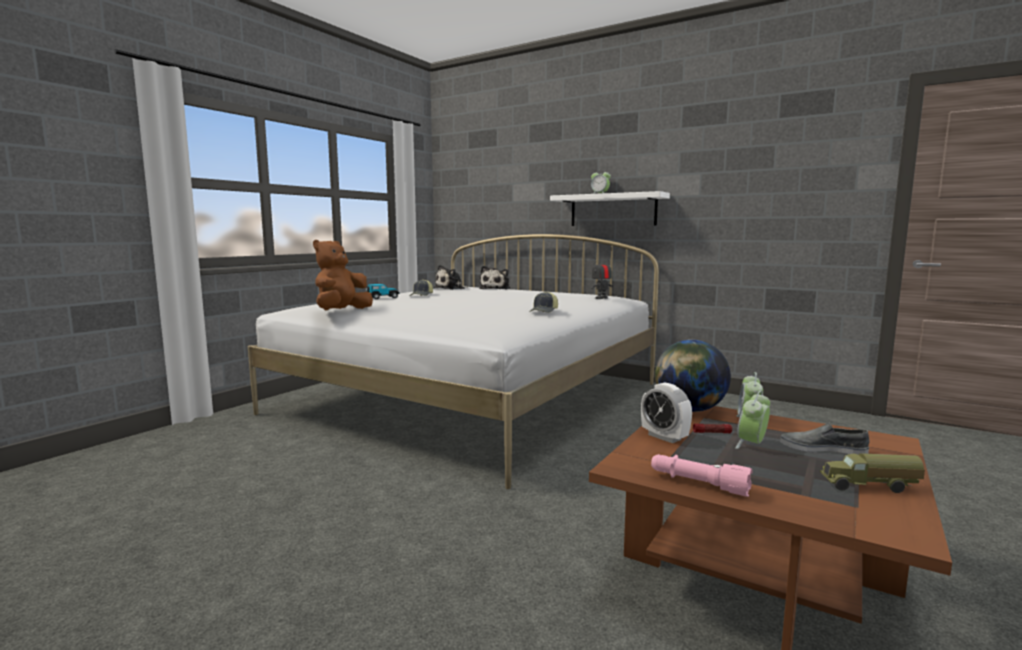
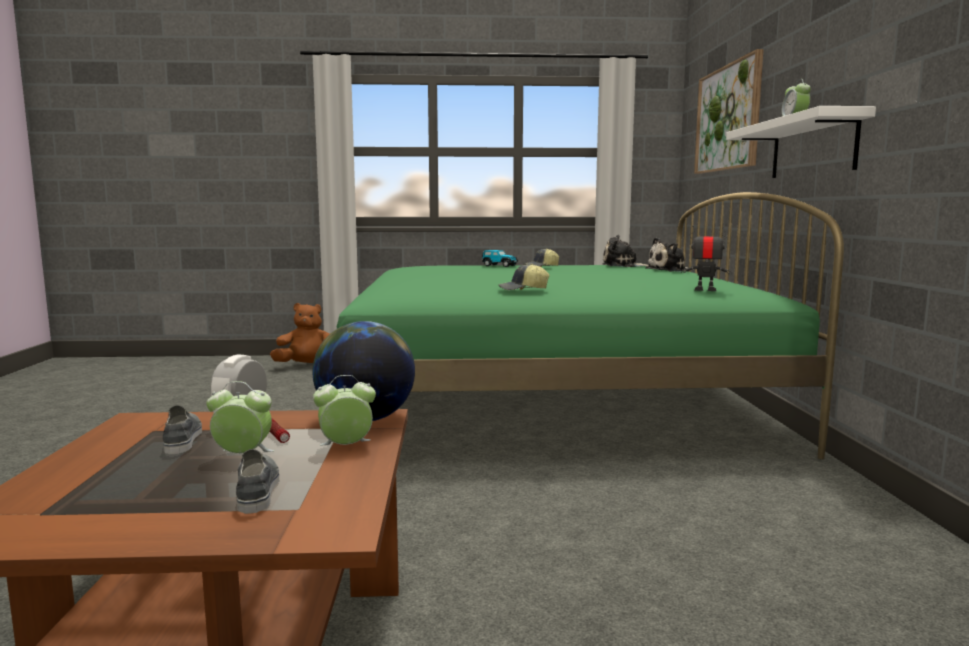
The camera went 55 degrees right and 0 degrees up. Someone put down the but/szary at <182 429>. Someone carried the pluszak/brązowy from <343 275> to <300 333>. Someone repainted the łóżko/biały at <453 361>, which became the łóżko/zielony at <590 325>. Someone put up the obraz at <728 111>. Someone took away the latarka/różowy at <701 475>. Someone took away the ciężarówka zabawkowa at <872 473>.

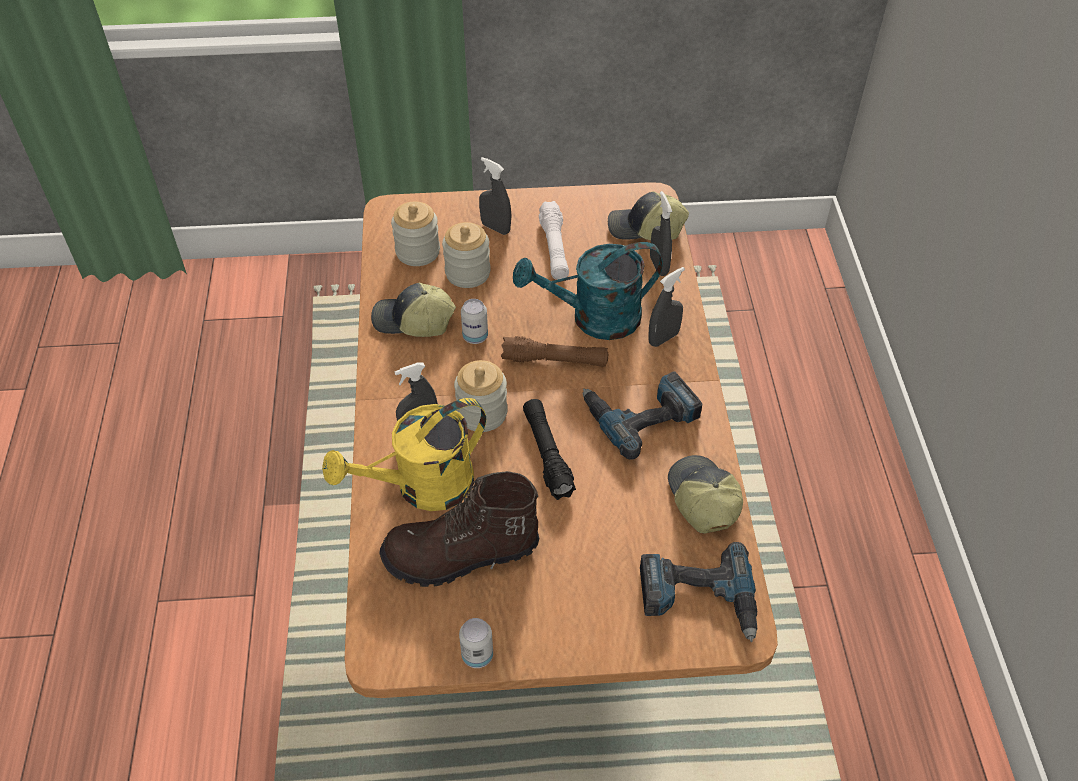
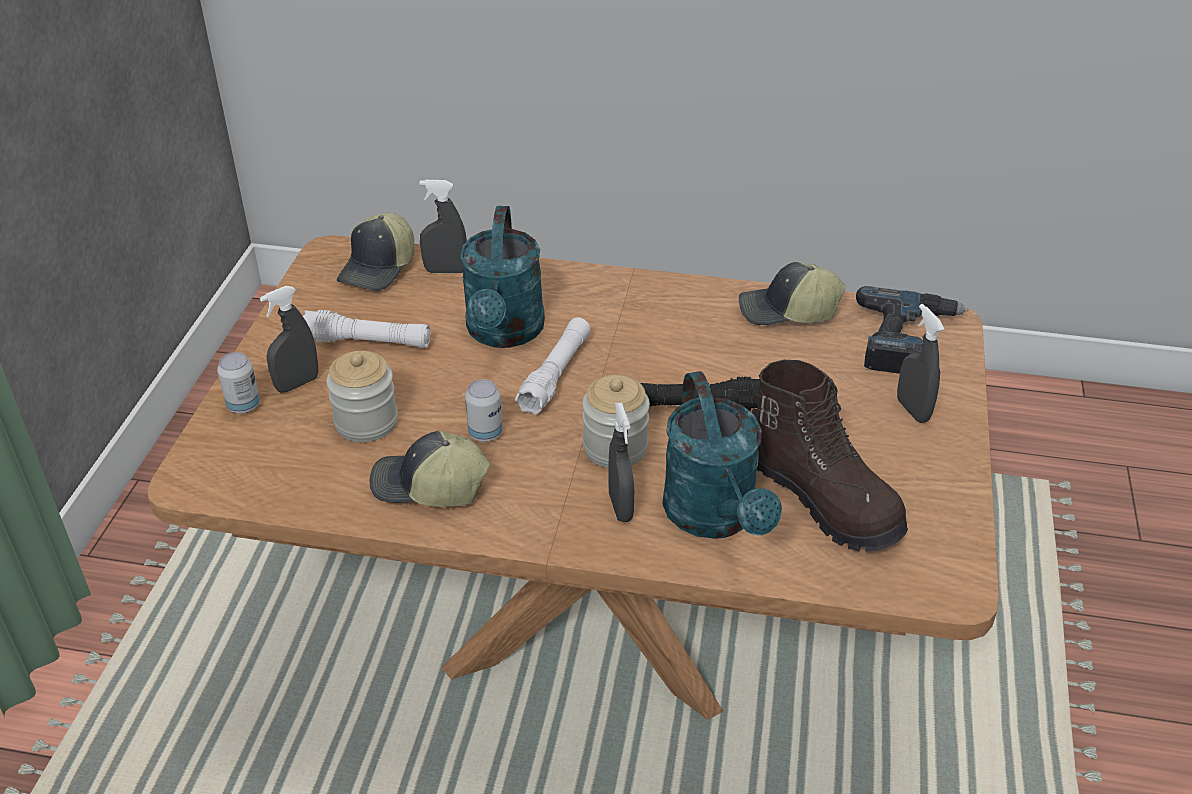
The camera went 75 degrees left and 10 degrees down. Someone carried the puszka from <476 643> to <238 383>. Someone rotated the czapka z daszkiem at <413 310> by 75 degrees clockwise. Someone repainted the latarka/brązowy at <554 351>, which became the latarka/biały at <553 366>. Someone repainted the konewka/żółty at <404 454>, which became the konewka/turkusowy at <722 455>. Someone rotated the but z cholewką/brązowy at <459 529> by 45 degrees counterclockwise. Someone carried the spryskiwacz/szary from <666 307> to <920 363>. Someone took away the słoik at <415 233>. Someone took away the wiertarka at <643 415>.

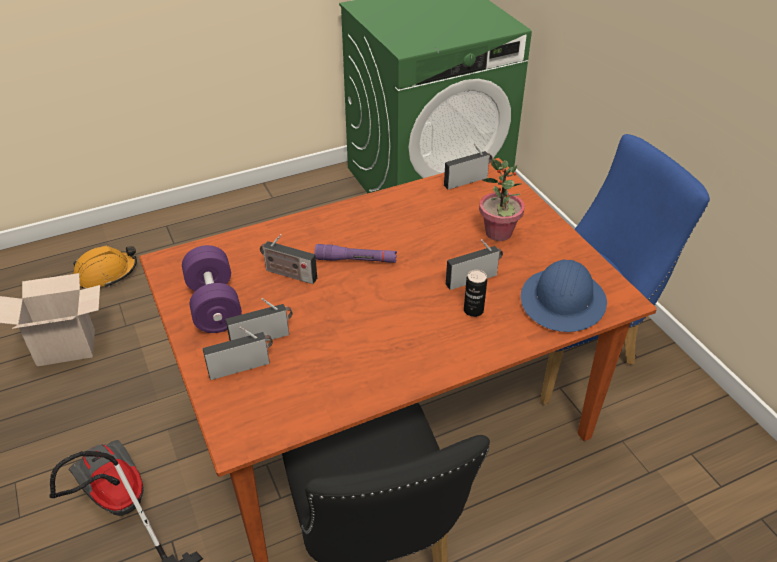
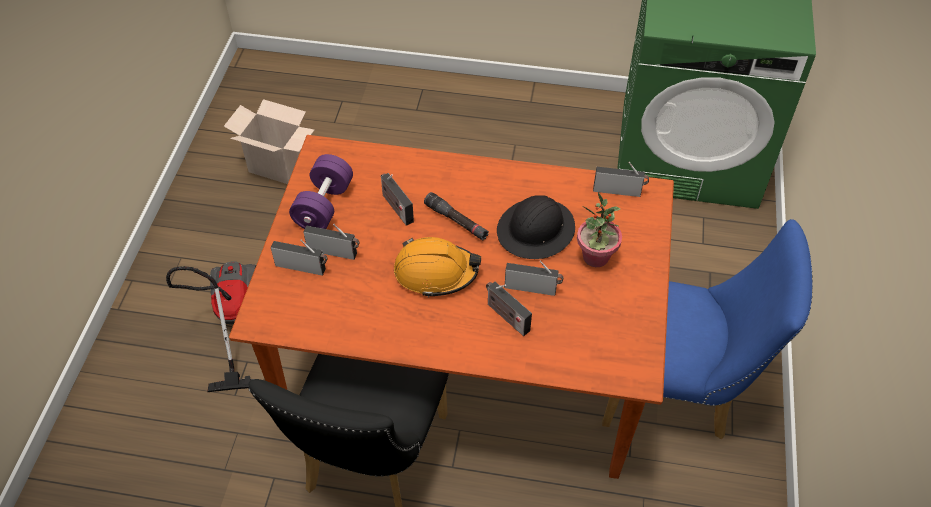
The camera went 35 degrees right and 10 degrees up. Someone carried the kask/pomarańczowy from <105 266> to <437 267>. Someone repainted the latarka/fioletowy at <356 253>, which became the latarka/czarny at <456 216>. Someone swapped the puszka at <475 293> for the radio at <509 309>. Someone put down the kask/czarny at <536 227>. Someone took away the kask/niebieski at <564 295>.

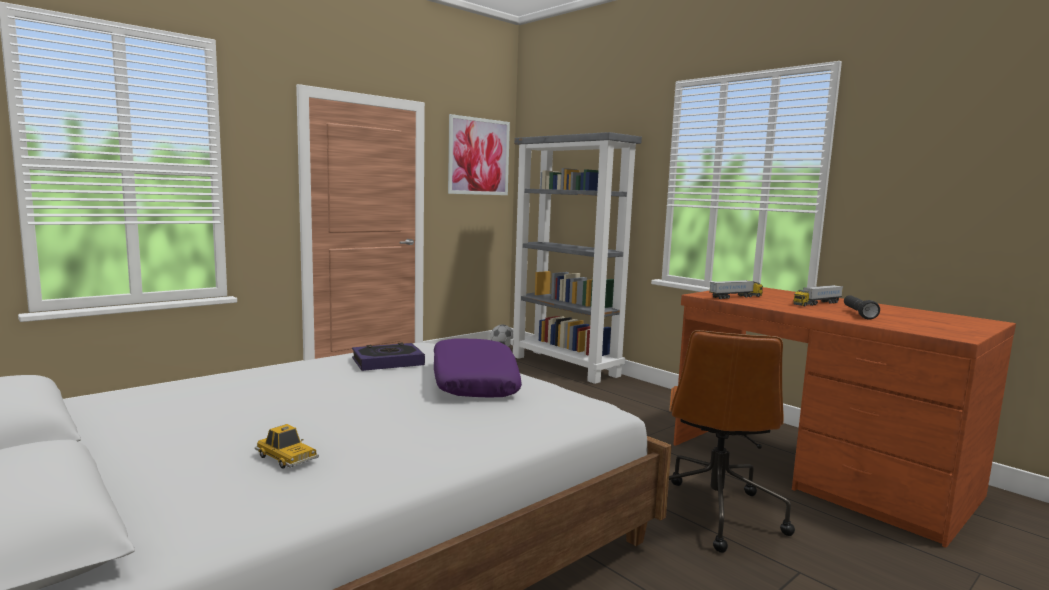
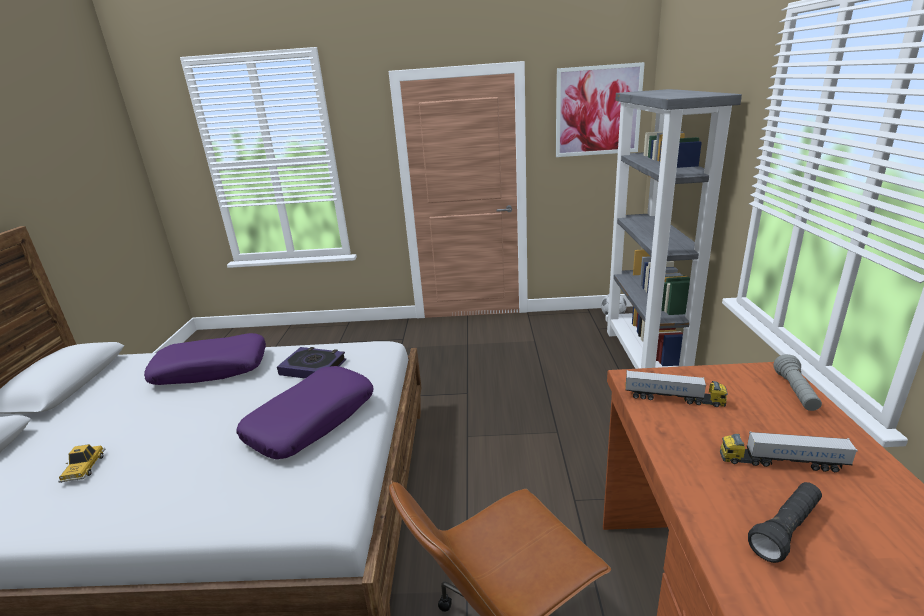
The camera went 45 degrees right and 15 degrees up. Someone put down the poduszka/fioletowy at <205 359>. Someone put down the latarka/szary at <798 382>.

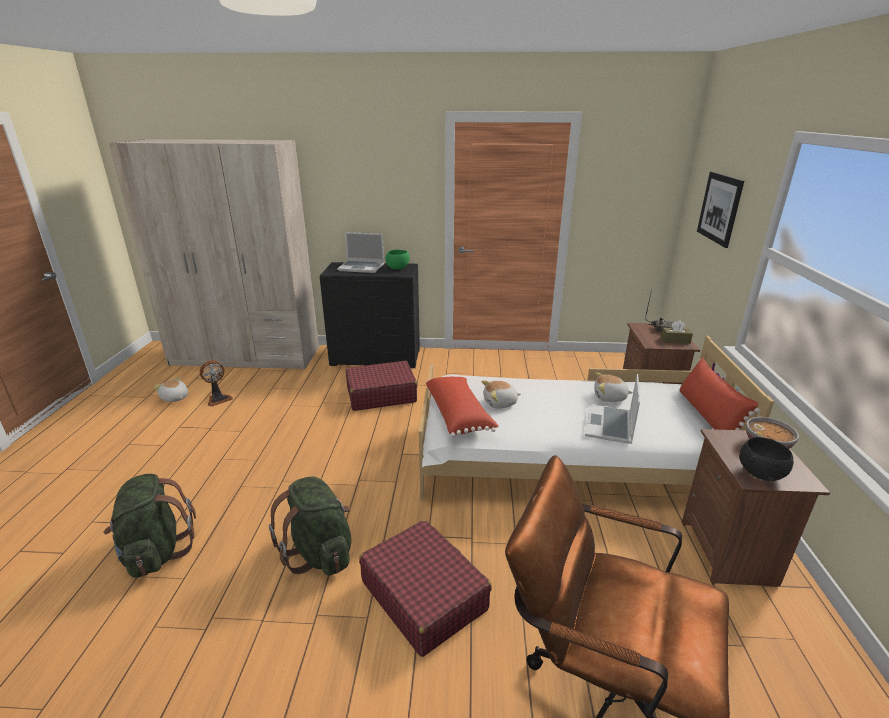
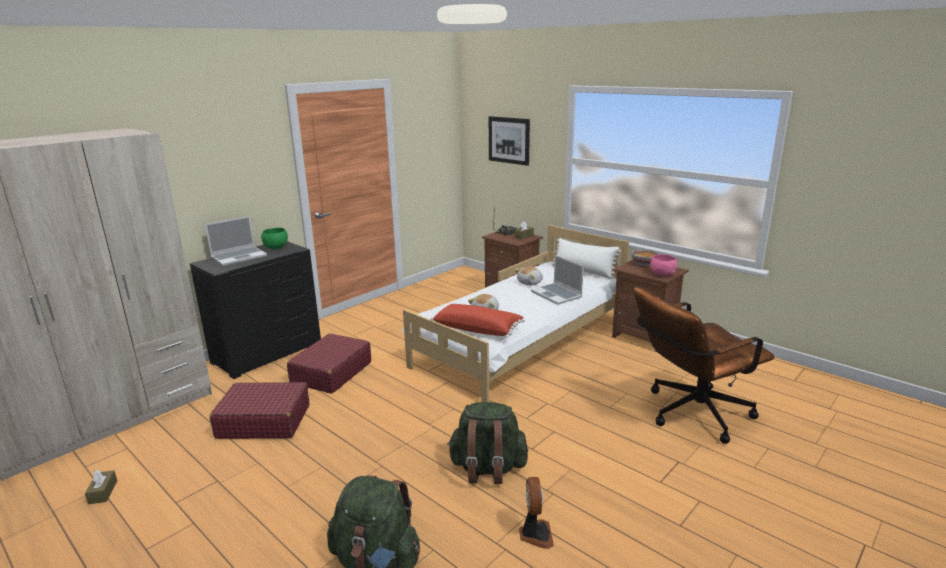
The camera went 50 degrees left and 5 degrees down. Someone swapped the pluszak at <171 389> for the pudełko chusteczek/brązowy at <101 487>. Someone carried the walizka/czerwony from <425 588> to <259 410>. Someone carried the wentylator from <216 383> to <536 513>. Someone repainted the poduszka/czerwony at <720 394>, which became the poduszka/biały at <586 258>. Someone repainted the miska/czarny at <766 459>, which became the miska/różowy at <663 265>.

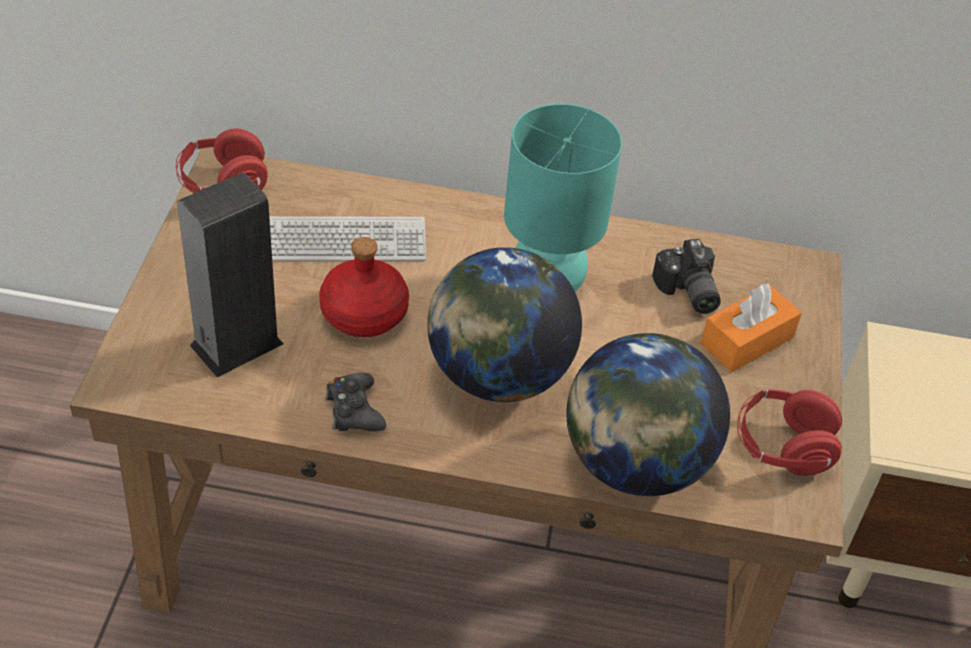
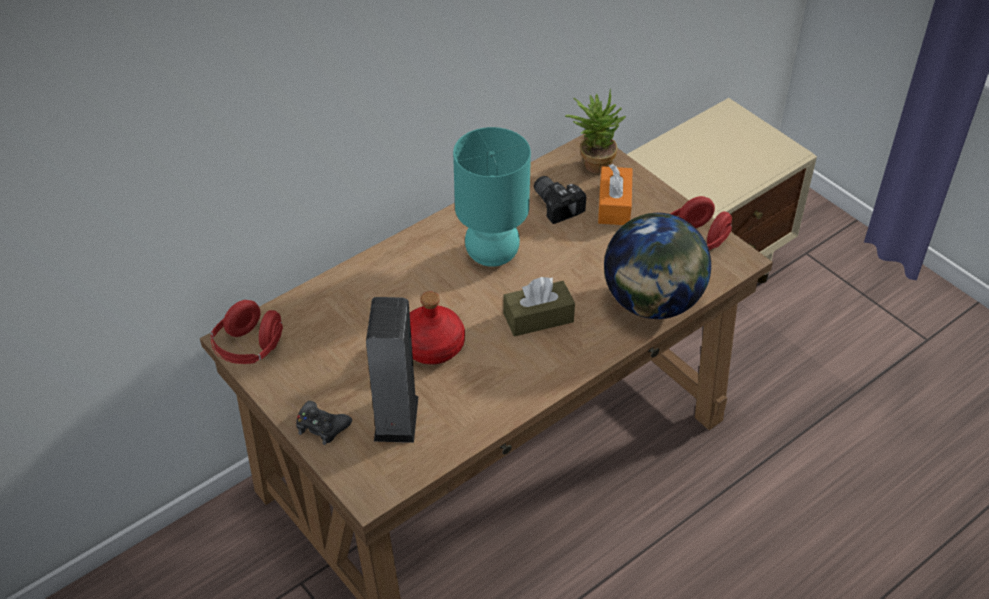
The camera went 45 degrees left and 0 degrees up. Someone carried the pad do gier/czarny from <355 402> to <324 423>. Someone swapped the globus at <504 324> for the pudełko chusteczek/brązowy at <539 307>. Someone rotated the aparat fotograficzny at <686 276> by 150 degrees counterclockwise. Someone put down the roślina doniczkowa at <595 131>. Someone took away the klawiatura at <347 238>.

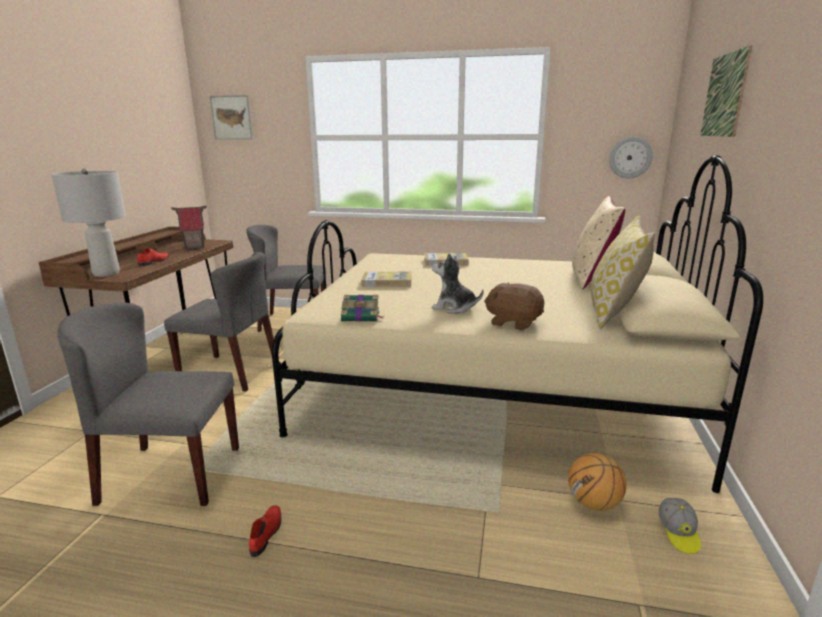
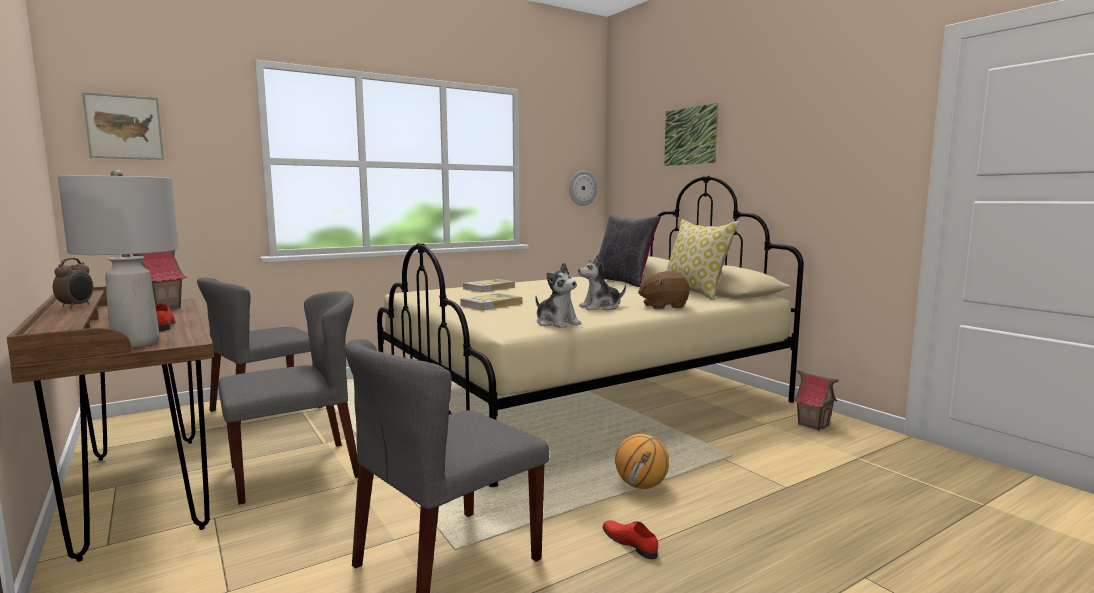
The camera went 45 degrees left and 10 degrees down. Someone put down the budzik at <73 283>. Someone swapped the książka at <362 308> for the pluszak at <558 295>. Someone repainted the poduszka/beżowy at <598 242>, which became the poduszka/czarny at <630 251>. Someone carried the piłka do koszykówki from <597 482> to <642 461>. Someone swapped the czapka z daszkiem at <680 526> for the domek at <816 400>.

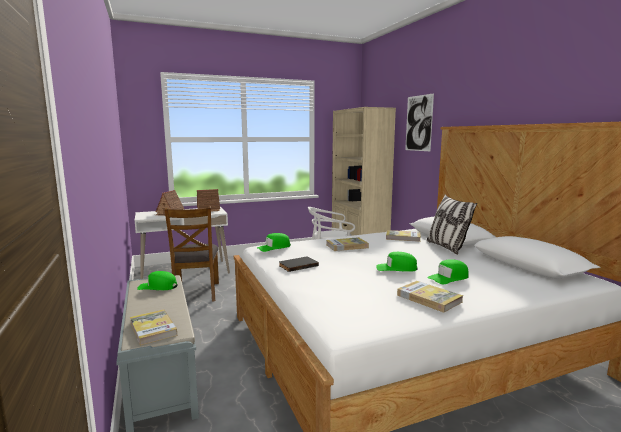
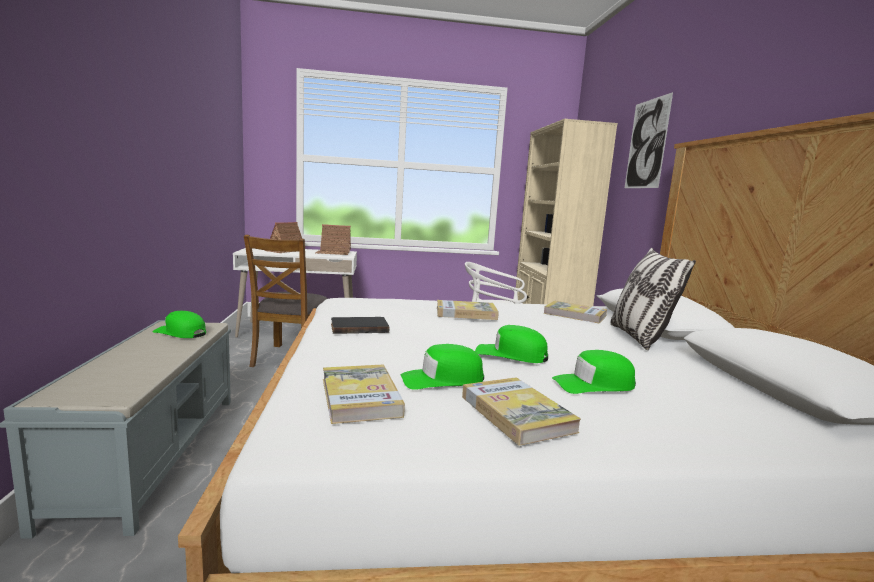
The camera went 15 degrees right and 0 degrees up. Someone carried the książka from <153 327> to <364 394>. Someone carried the czapka z daszkiem/zielony from <274 242> to <442 367>.

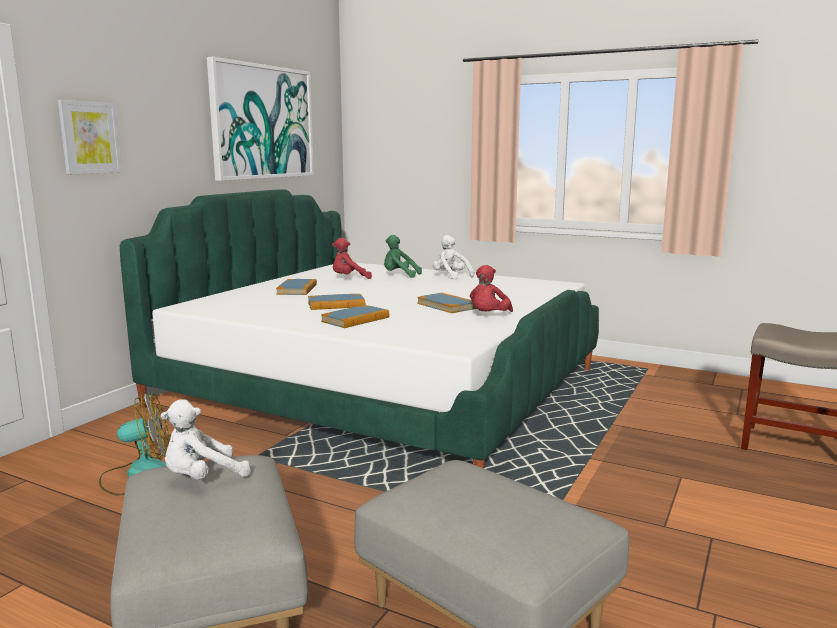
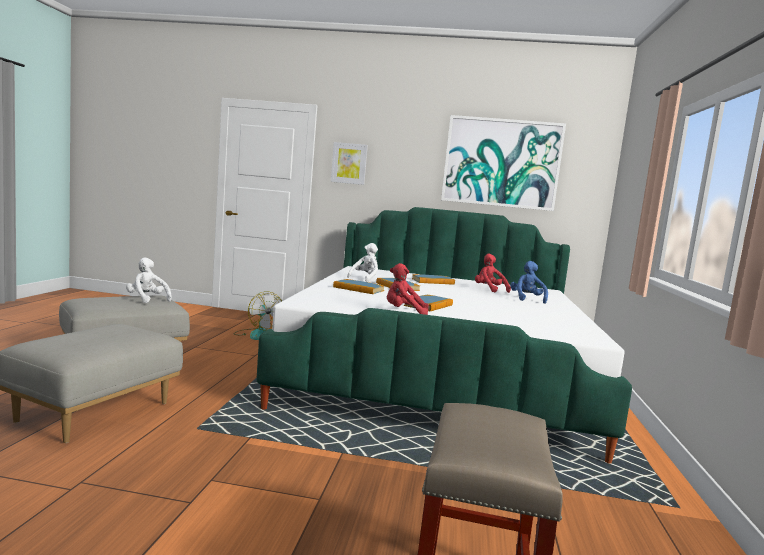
The camera went 70 degrees right and 5 degrees down. Someone carried the pluszak/biały from <454 257> to <362 262>. Someone repainted the pluszak/zielony at <403 256>, which became the pluszak/niebieski at <529 282>.

